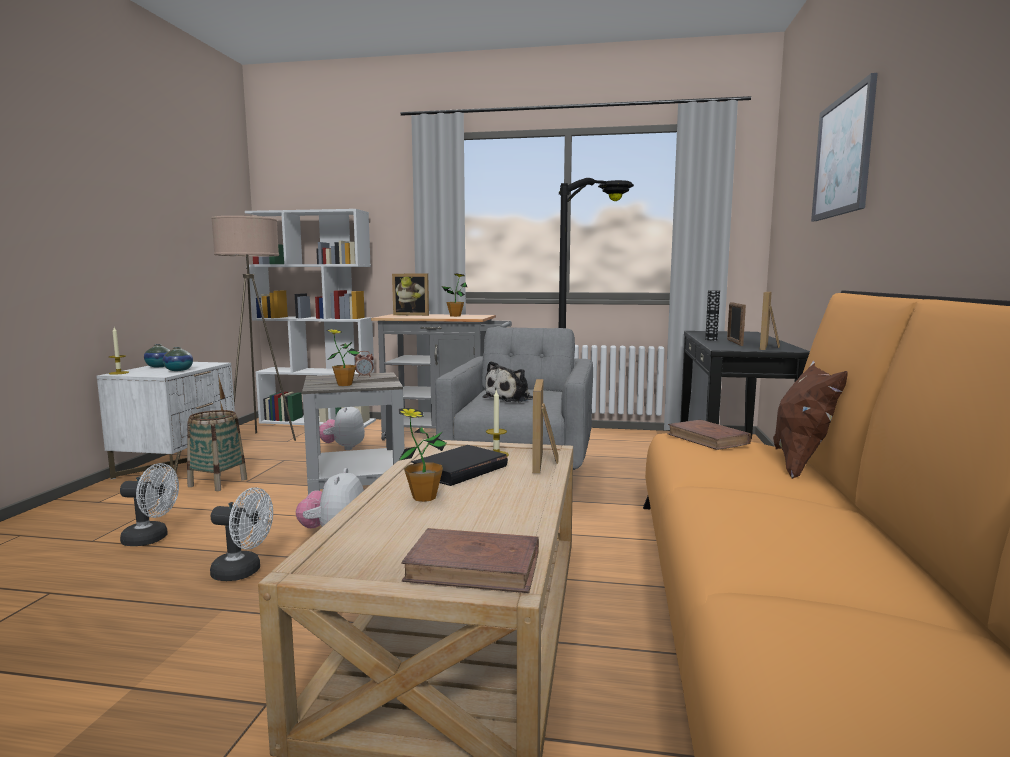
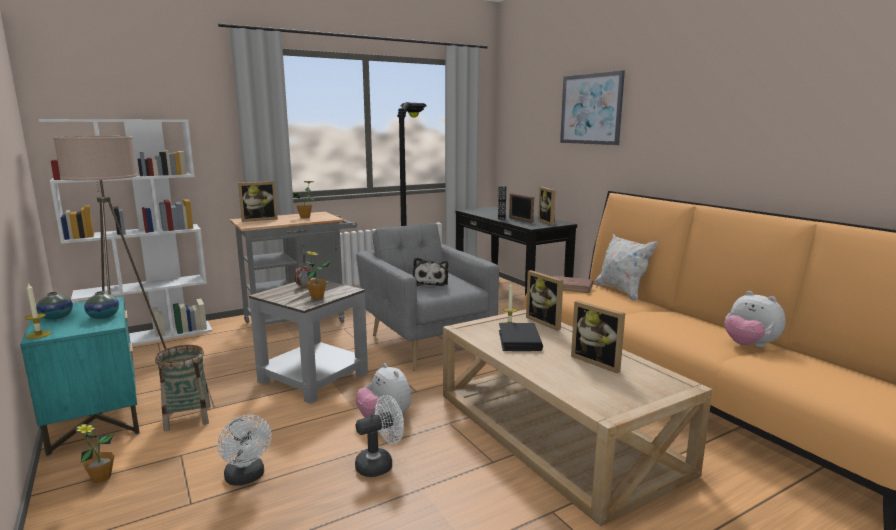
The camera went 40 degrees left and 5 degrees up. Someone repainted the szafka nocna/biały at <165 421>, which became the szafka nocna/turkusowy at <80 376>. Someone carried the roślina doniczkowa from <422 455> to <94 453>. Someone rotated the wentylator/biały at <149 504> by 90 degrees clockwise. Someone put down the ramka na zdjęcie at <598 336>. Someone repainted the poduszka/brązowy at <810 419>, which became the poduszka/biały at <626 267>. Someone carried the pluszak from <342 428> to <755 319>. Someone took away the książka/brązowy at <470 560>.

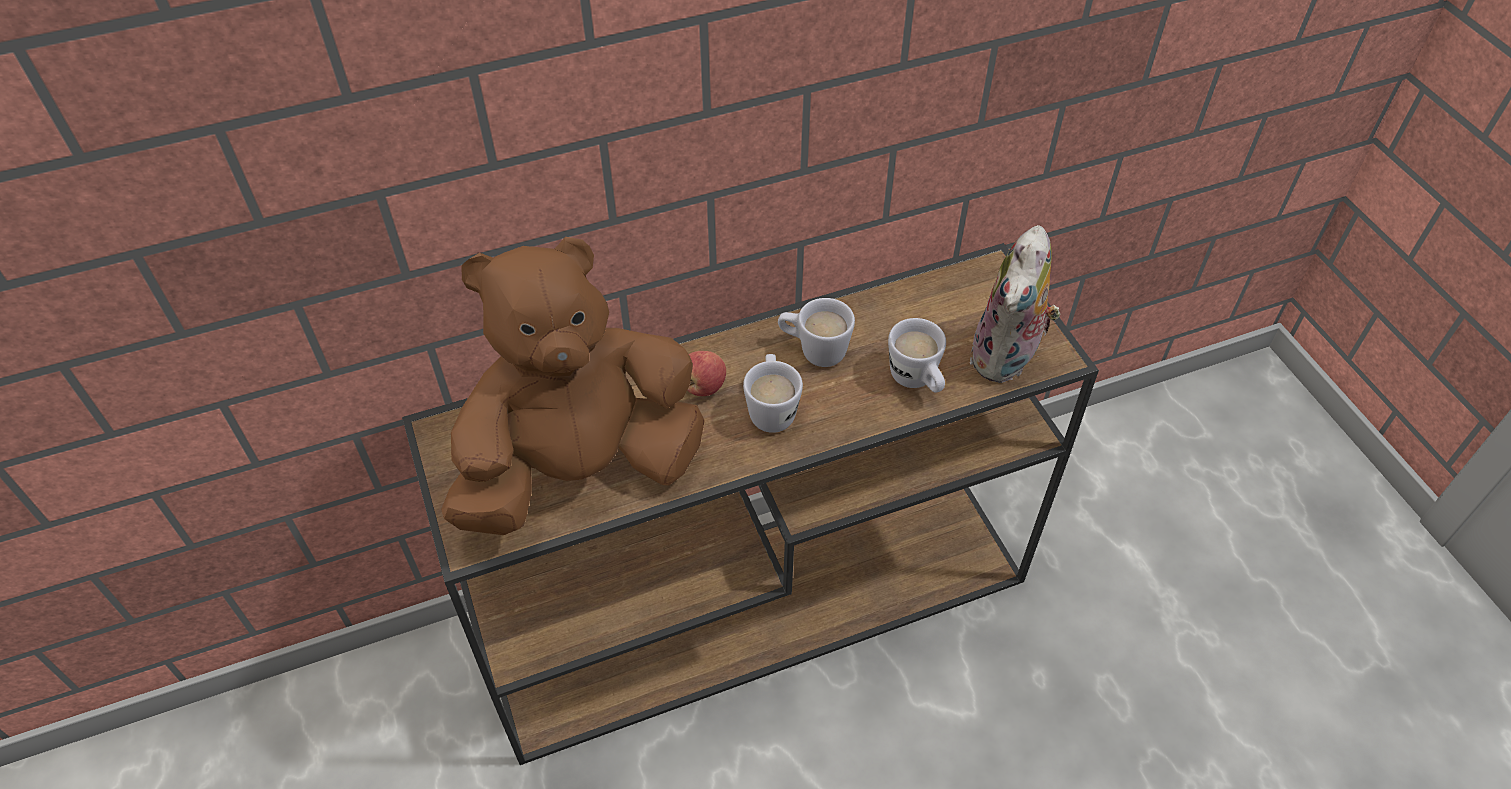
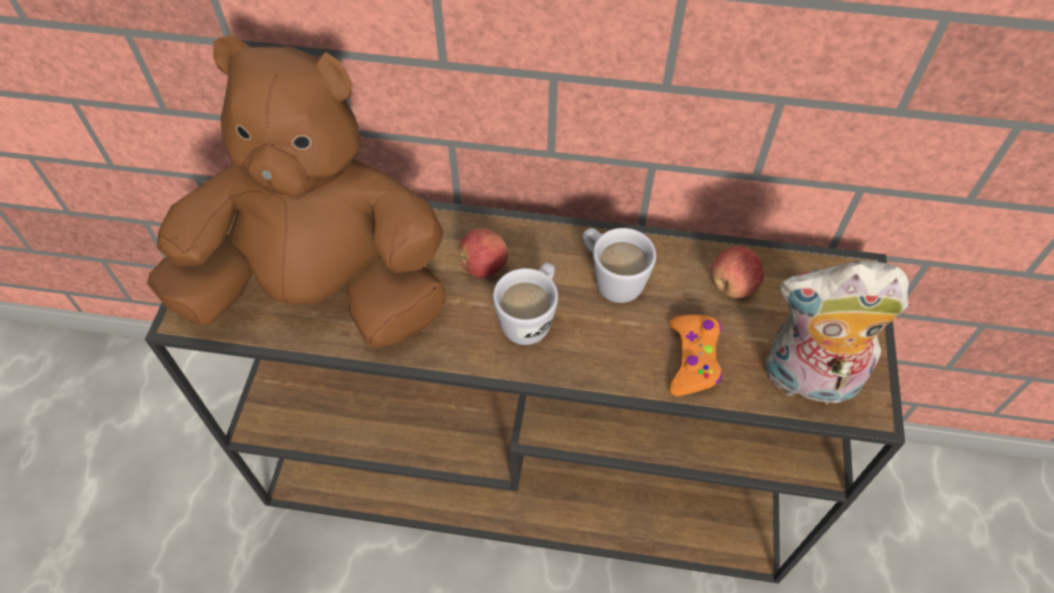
The camera went 30 degrees right and 5 degrees up. Someone swapped the kubek/biały at <917 355> for the pad do gier/pomarańczowy at <696 355>. Someone put down the jabłko at <737 272>. Someone rotated the pluszak at <1014 304> by 45 degrees clockwise.

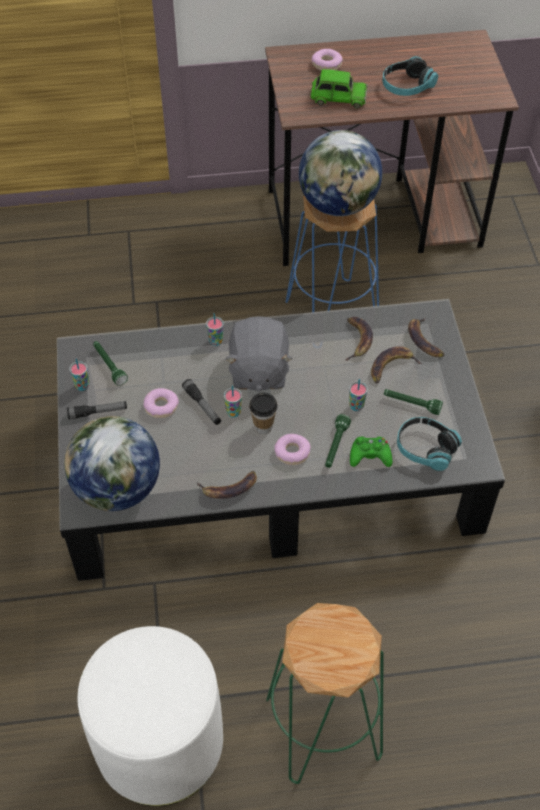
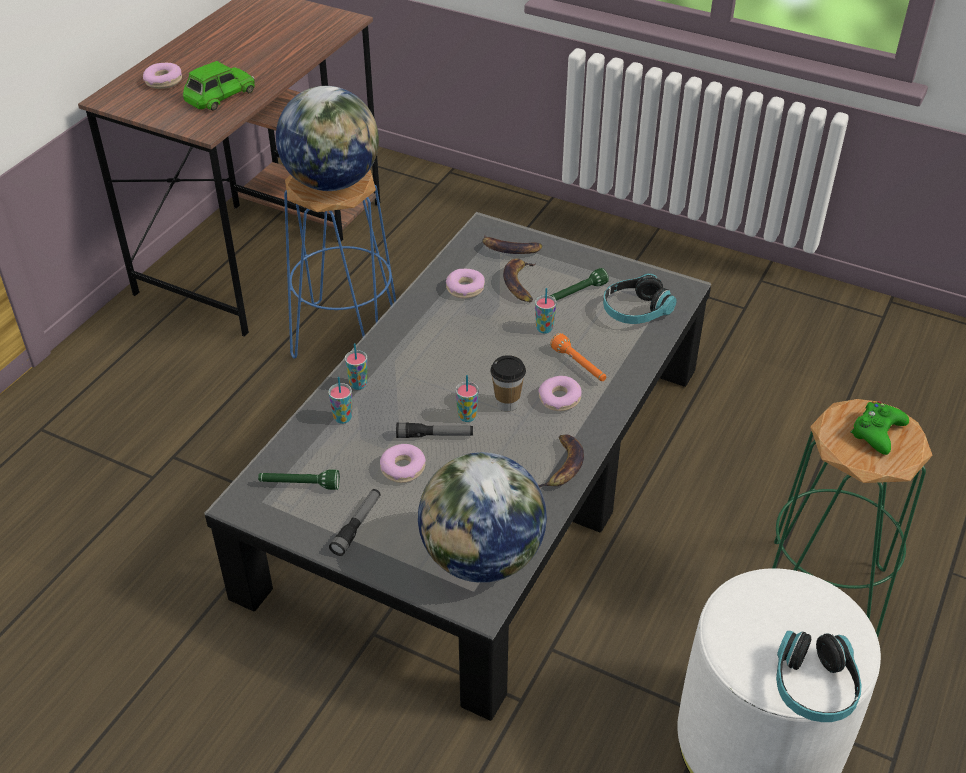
The camera went 55 degrees left and 10 degrees down. Someone carried the filiżanka from <79 375> to <340 400>. Someone swapped the banan at <359 339> for the donut at <465 284>. Someone repainted the latarka/zielony at <338 441>, which became the latarka/pomarańczowy at <578 357>. Someone carried the słuchawki from <410 76> to <819 676>. Someone carried the pad do gier/zielony from <371 451> to <879 428>. Someone took away the pluszak/szary at <258 354>.

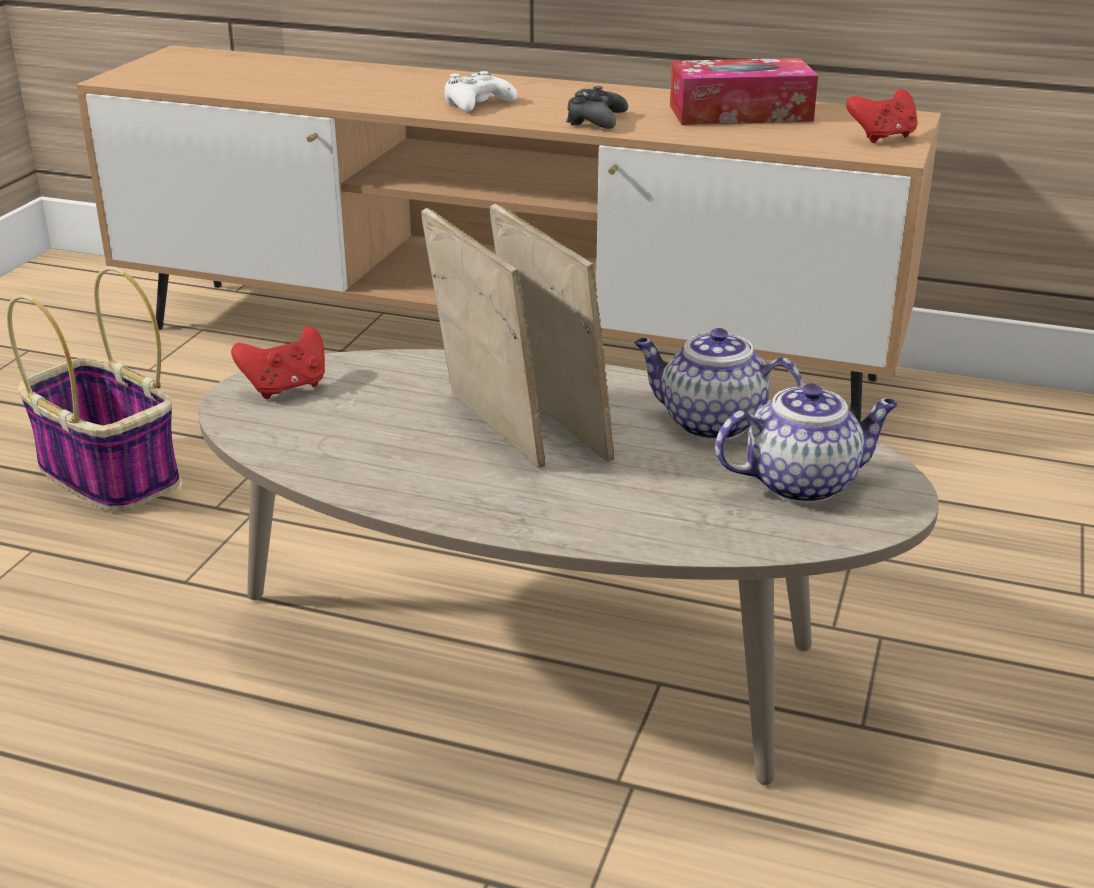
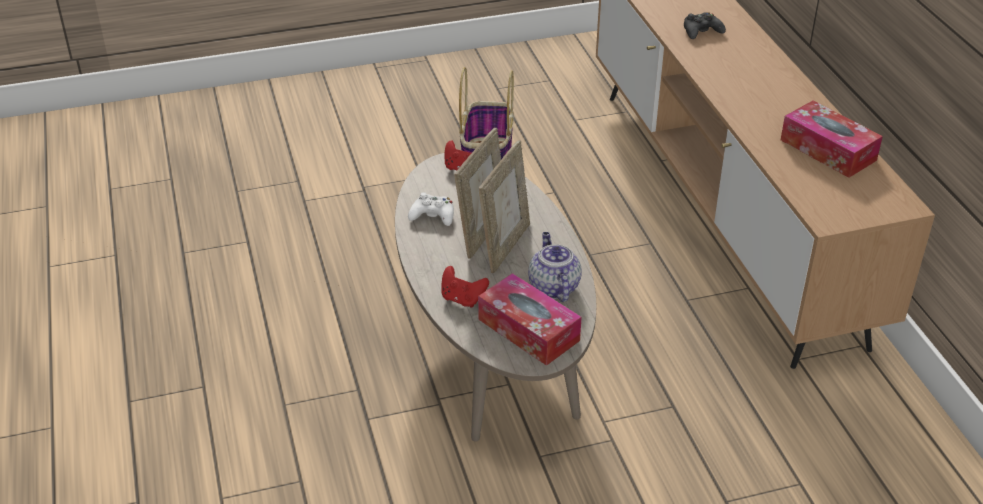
The camera went 55 degrees right and 10 degrees up. Someone carried the pad do gier/biały from <481 91> to <431 209>. Someone carried the pad do gier/czerwony from <882 116> to <465 286>. Someone swapped the imbryk at <806 443> for the pudełko chusteczek at <530 319>. Someone carried the pad do gier/czarny from <597 107> to <705 25>.

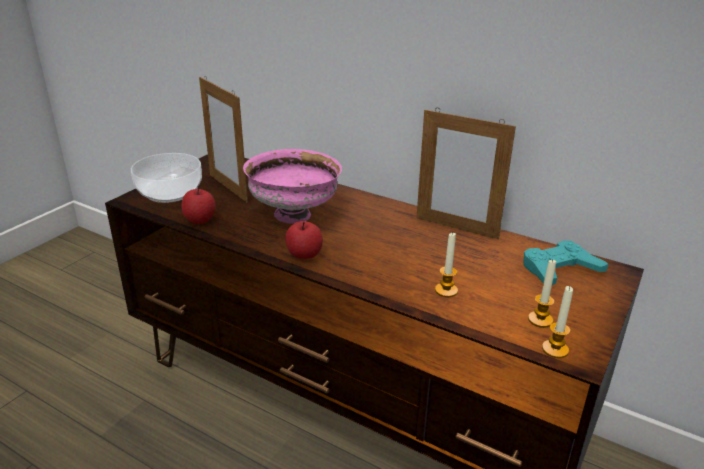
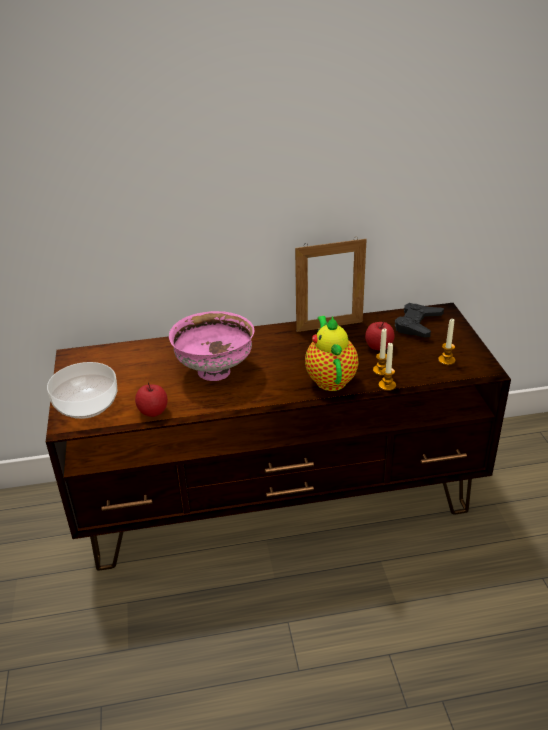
The camera went 40 degrees left and 5 degrees up. Someone put down the imbryk at <332 353>. Someone carried the jabłko from <304 240> to <380 336>. Someone carried the świeca from <557 322> to <387 367>. Someone repainted the pad do gier/turkusowy at <565 263>, which became the pad do gier/czarny at <419 320>. Someone took away the ramka na zdjęcie at <223 139>.

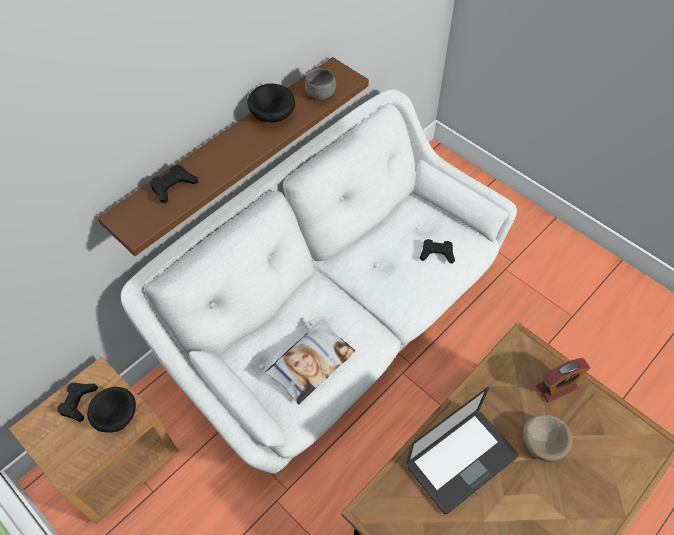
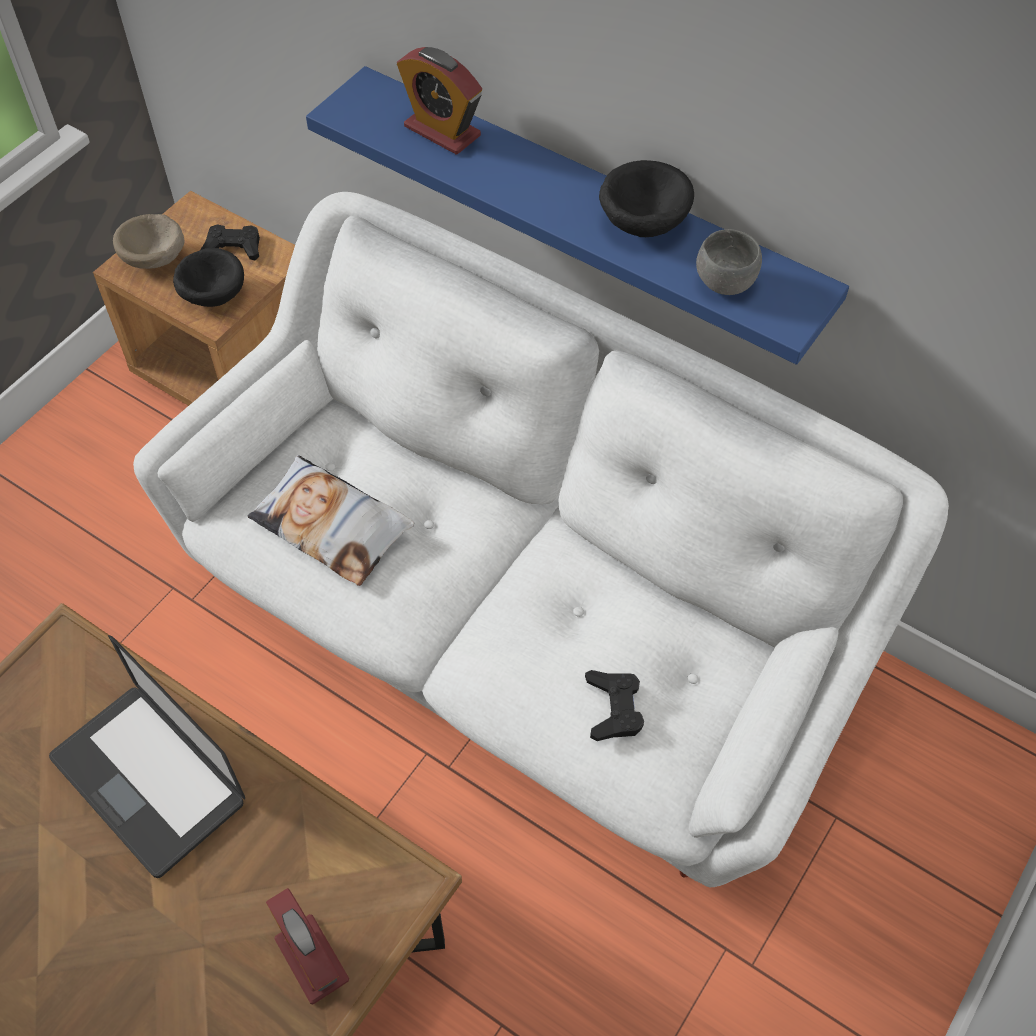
The camera went 80 degrees right and 0 degrees up. Someone carried the miska/beżowy from <547 438> to <148 241>. Someone repainted the półka/brązowy at <233 156>, which became the półka/niebieski at <577 215>. Someone swapped the pad do gier/czarny at <174 183> for the budzik at <439 101>.

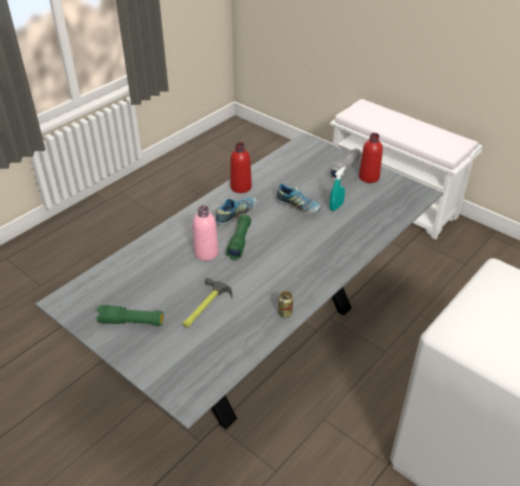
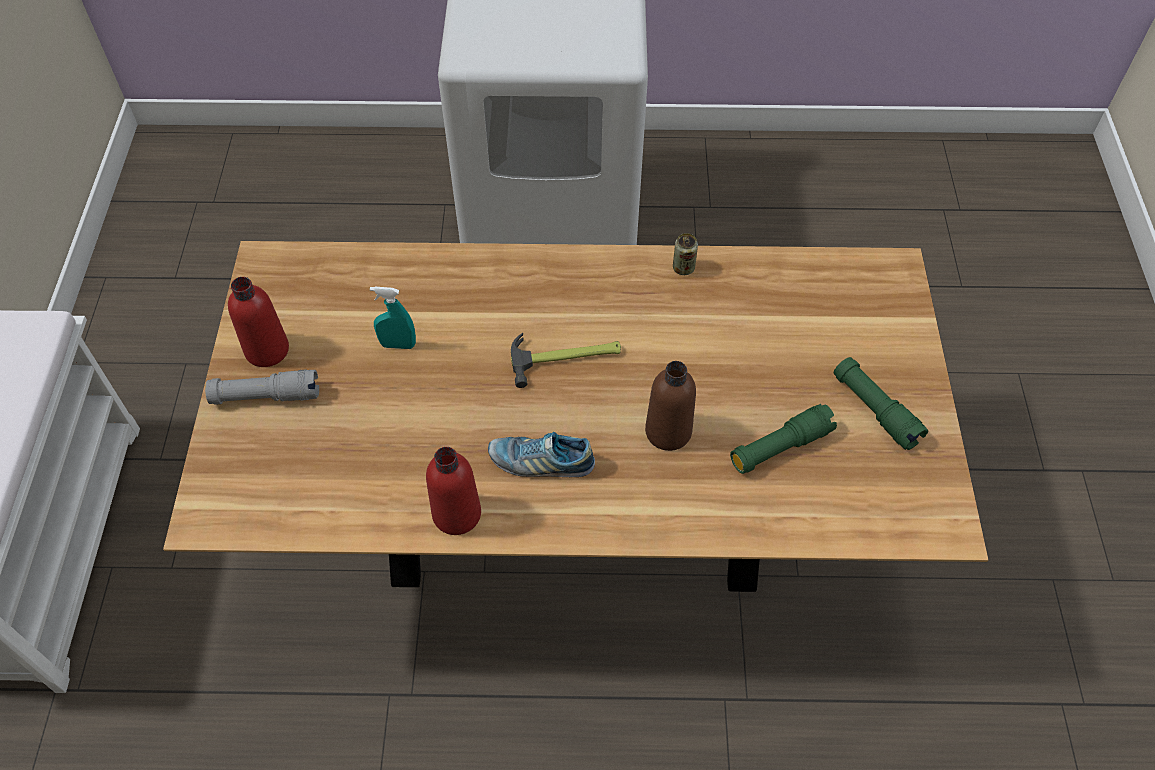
The camera went 130 degrees left and 15 degrees up. Someone repainted the stół jadalny/szary at <239 281>, which became the stół jadalny/brązowy at <575 416>. Someone carried the młotek from <207 303> to <566 360>. Someone repainted the butelka/różowy at <206 233>, which became the butelka/brązowy at <670 406>. Someone carried the latarka/zielony from <238 237> to <783 439>. Someone took away the but at <298 198>.

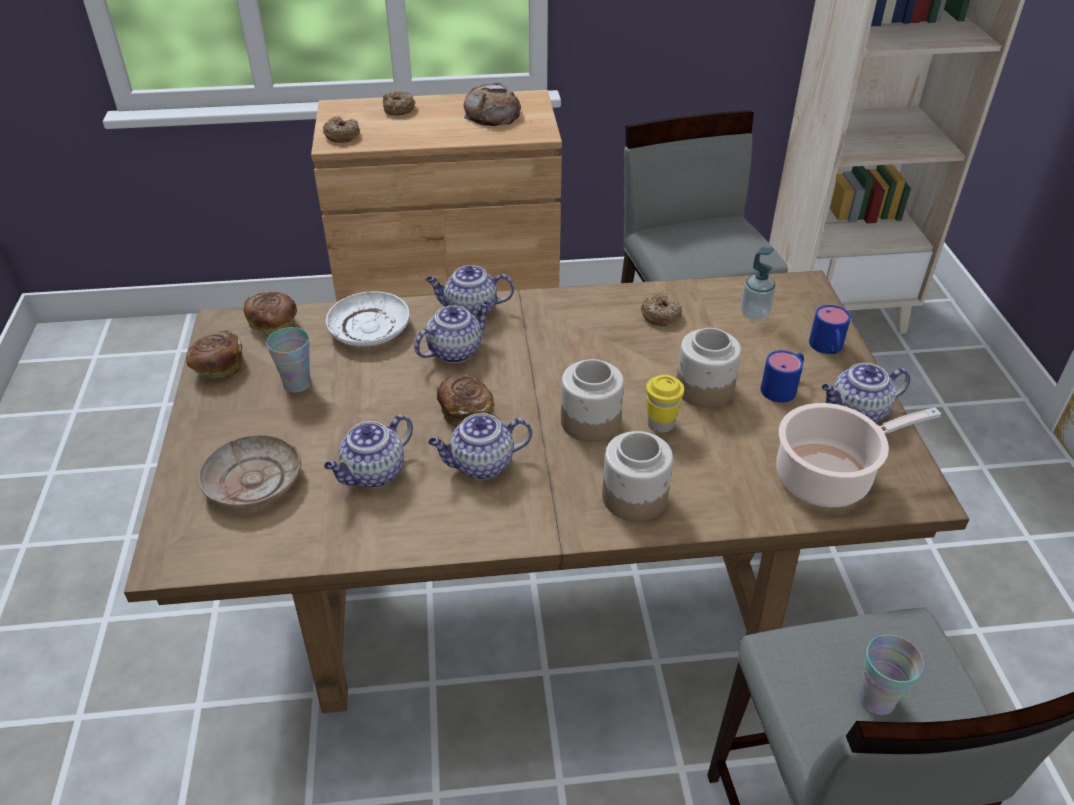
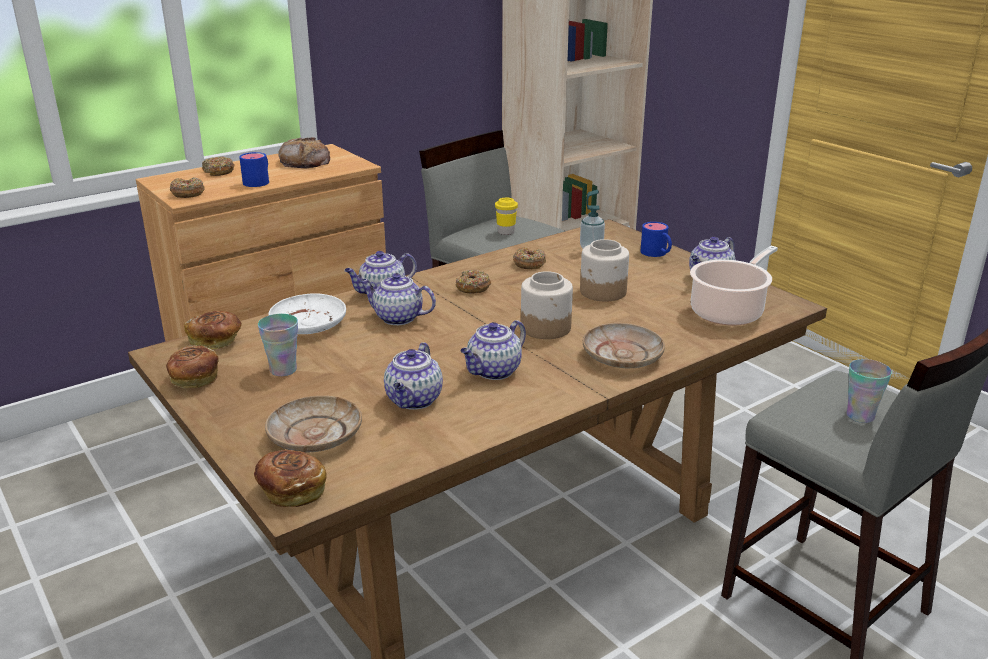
The camera went 30 degrees left and 15 degrees down. Someone carried the kubek/niebieski from <782 376> to <254 169>. Someone carried the chleb from <466 400> to <290 478>. Someone rotated the imbryk at <452 332> by 90 degrees counterclockwise. Someone put down the donut at <473 281>. Someone carried the filiżanka/żółty from <665 404> to <506 216>. Someone swapped the słoik at <637 476> for the talerz/beżowy at <624 345>.

